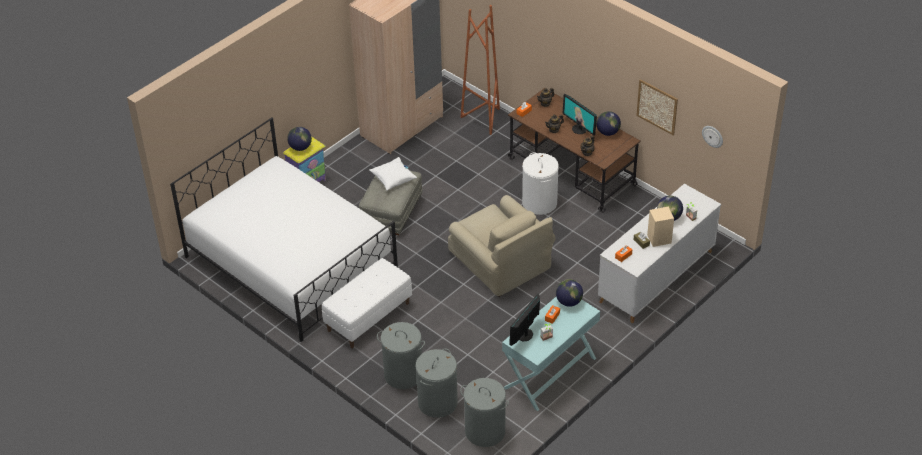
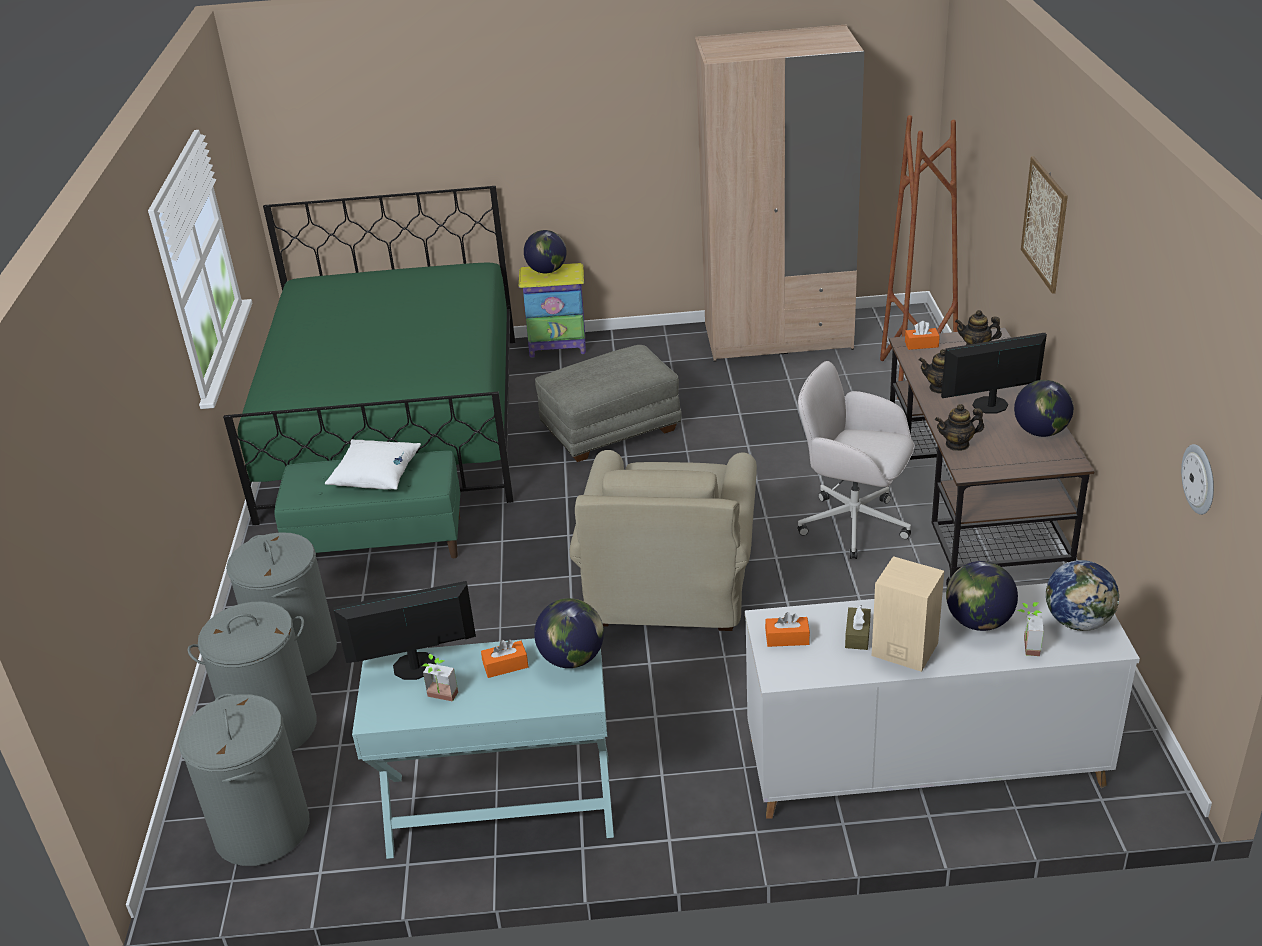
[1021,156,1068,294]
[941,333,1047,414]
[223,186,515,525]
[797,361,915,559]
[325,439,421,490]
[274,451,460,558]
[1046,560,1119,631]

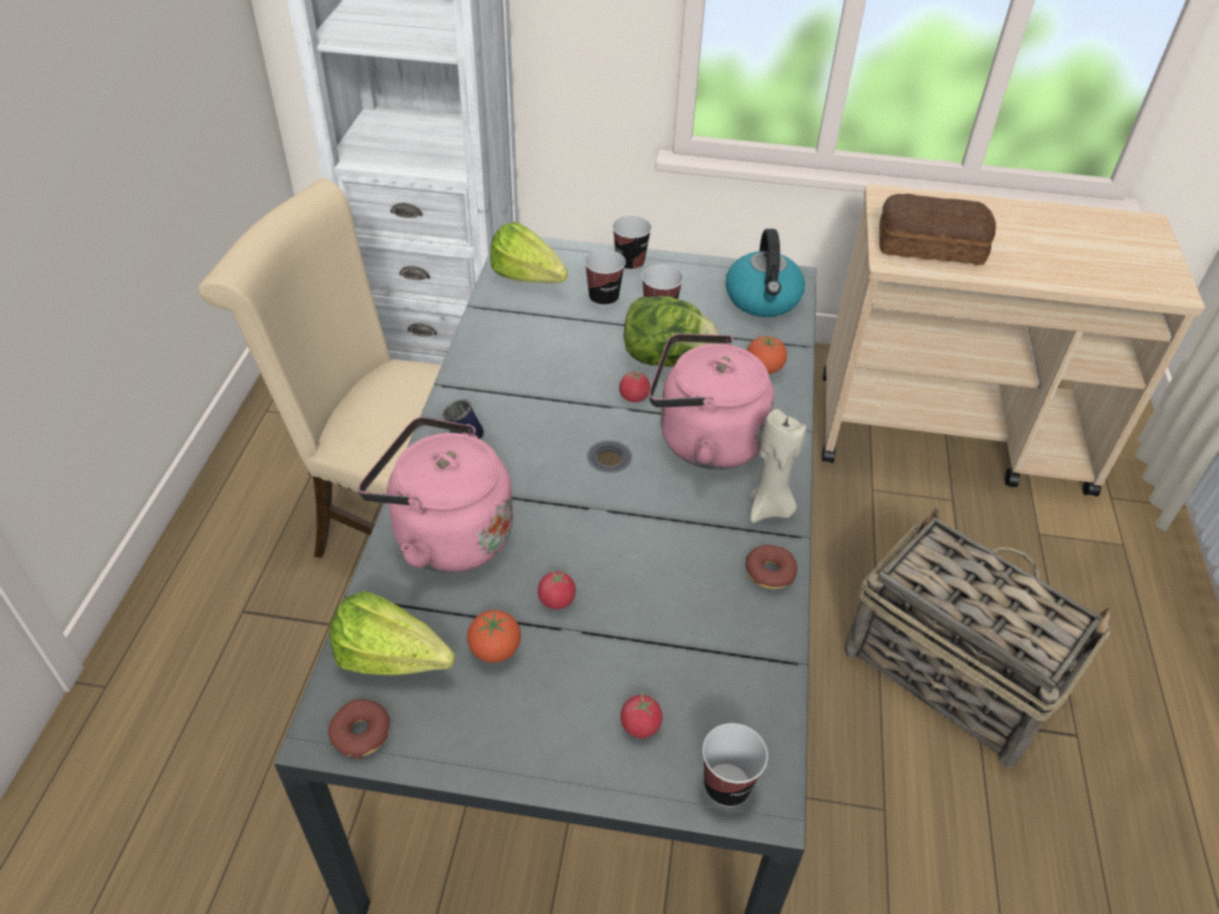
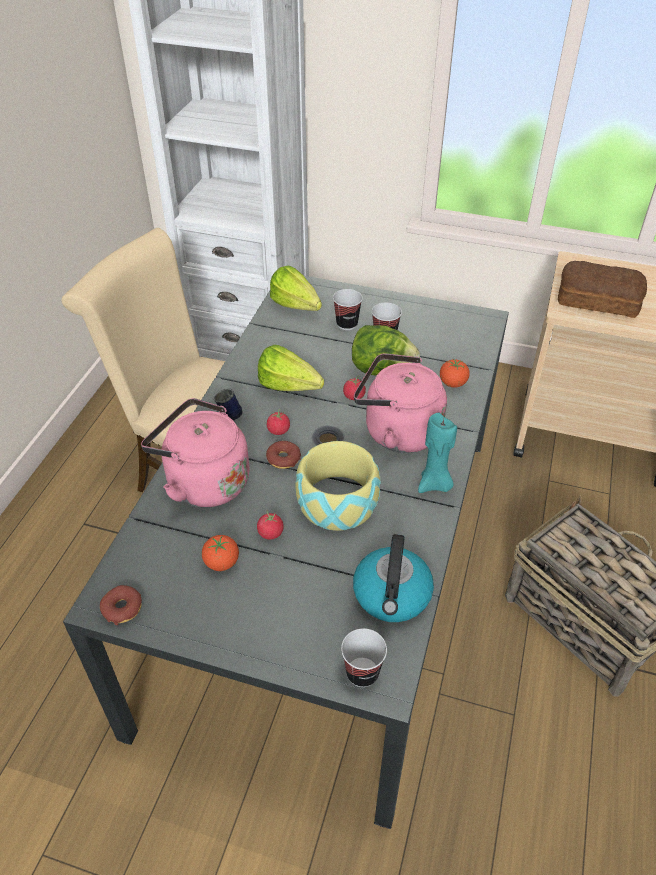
[612,216,652,271] (first image)
[353,534,434,622]
[418,413,457,493]
[266,441,301,469]
[258,345,324,391]
[267,408,290,435]
[295,441,381,531]

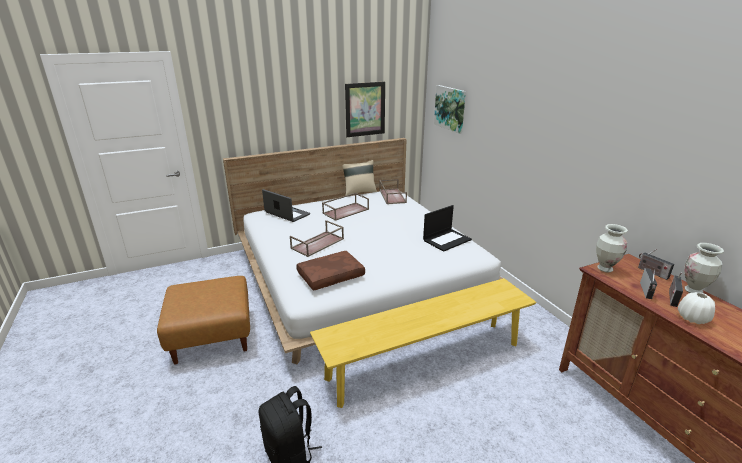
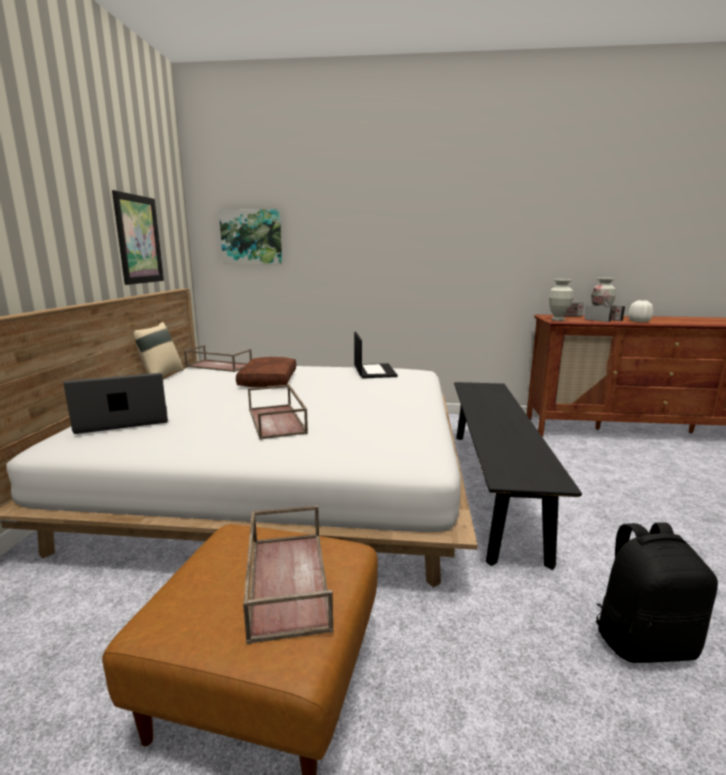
[243,505,334,644]
[236,357,296,387]
[454,382,582,570]

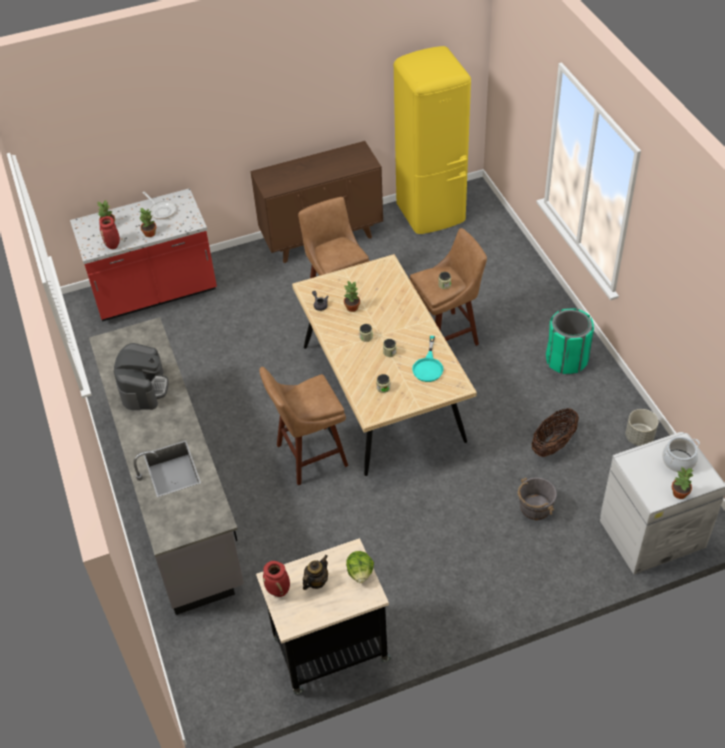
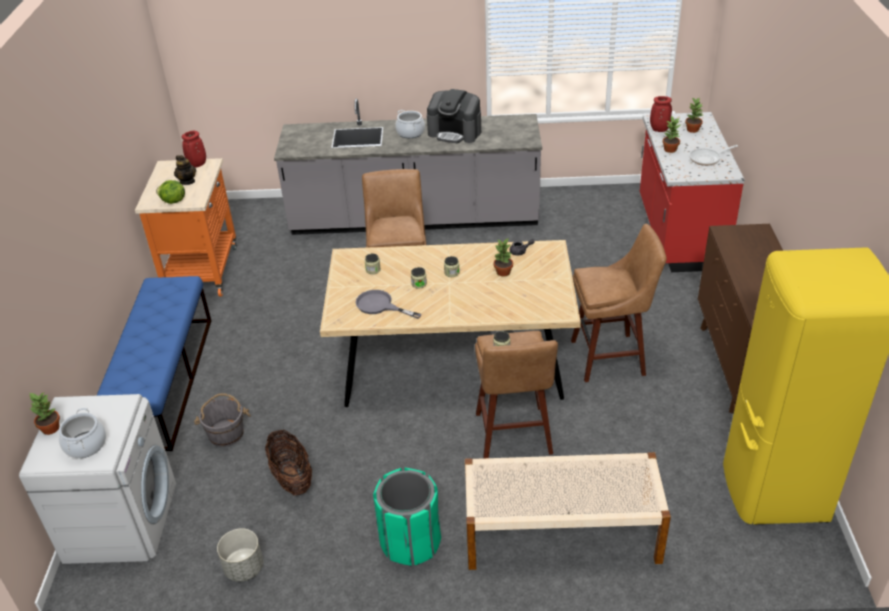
[356,290,421,319]
[135,158,238,297]
[395,110,425,138]
[96,276,211,451]
[465,452,671,570]

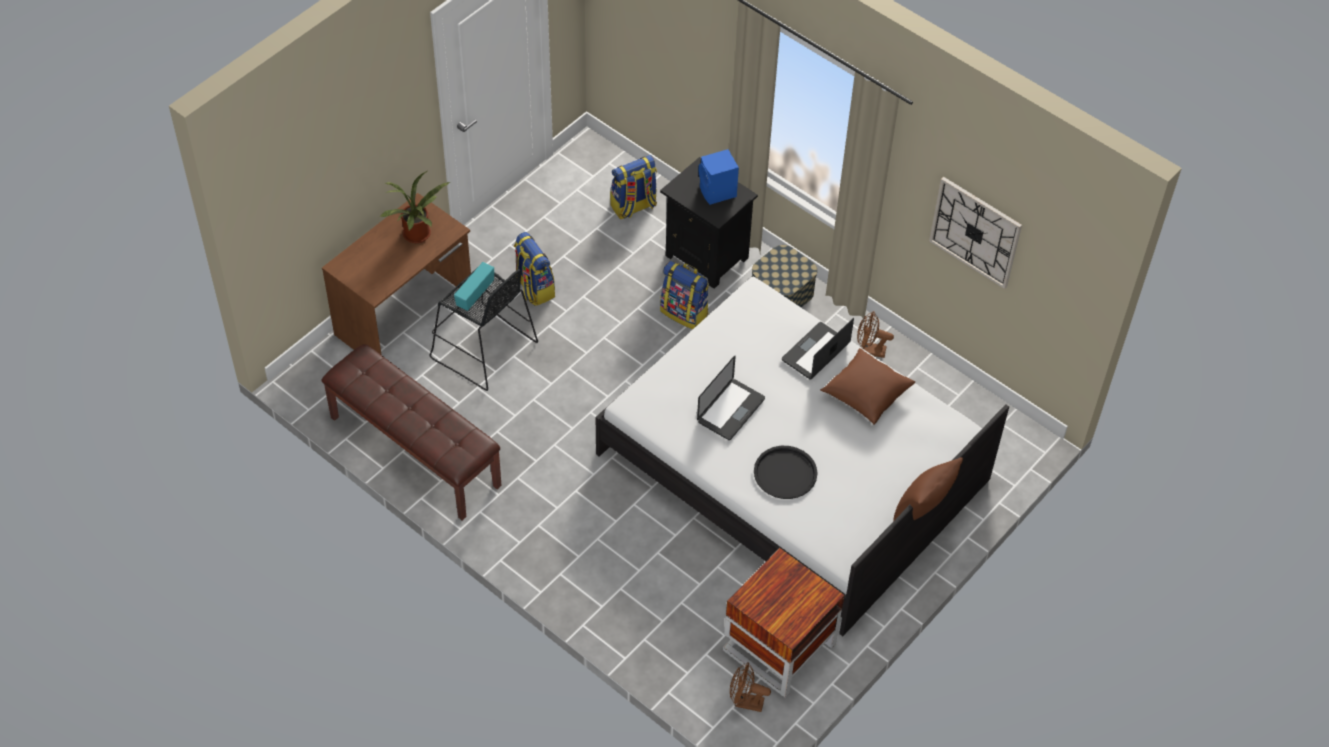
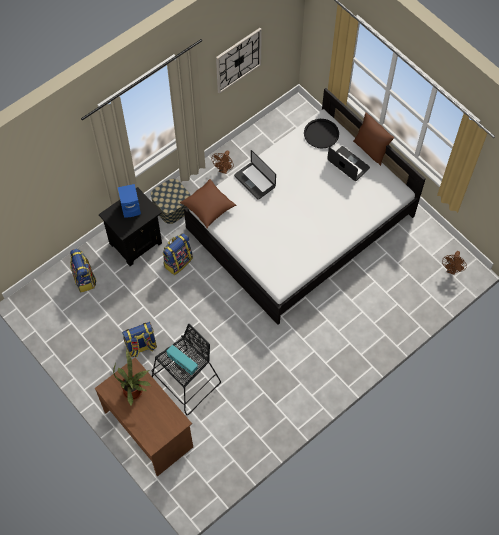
[321,344,501,520] (first image)
[180,179,236,228]
[327,146,370,181]
[304,119,339,148]
[723,548,844,698] (first image)

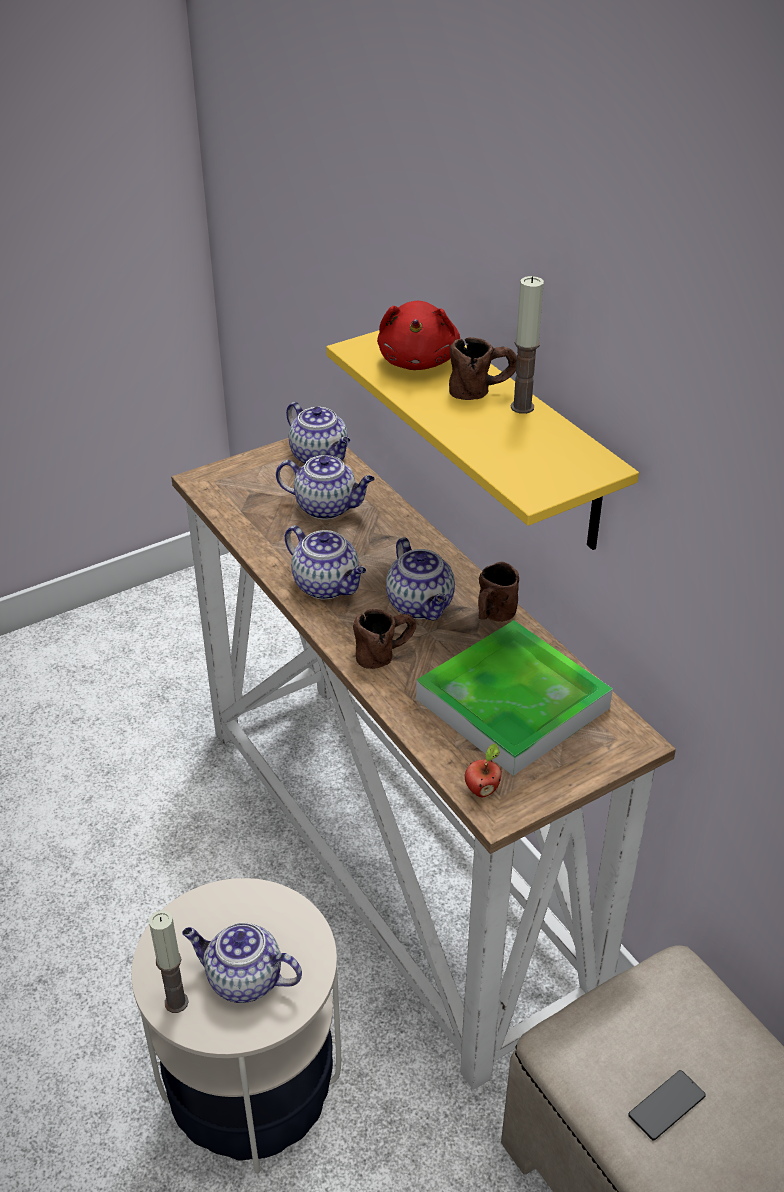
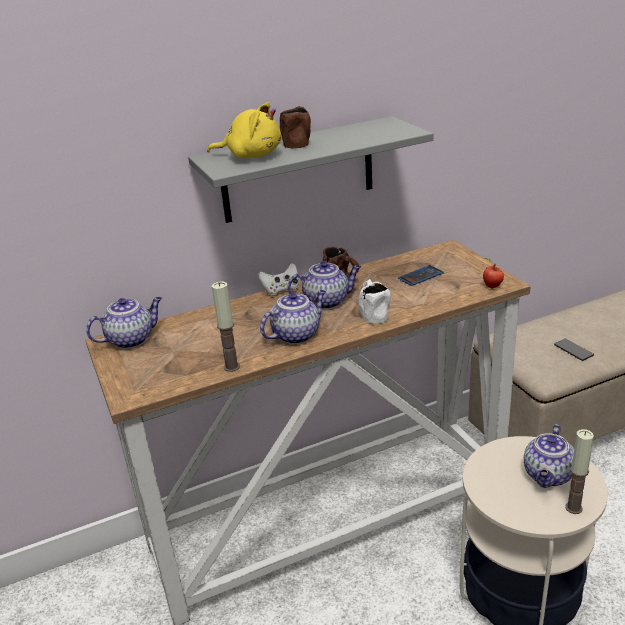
[212,281,240,372]
[207,102,282,158]
[188,116,433,223]
[276,455,375,520] (first image)
[358,279,391,324]
[398,265,444,286]
[258,263,299,296]

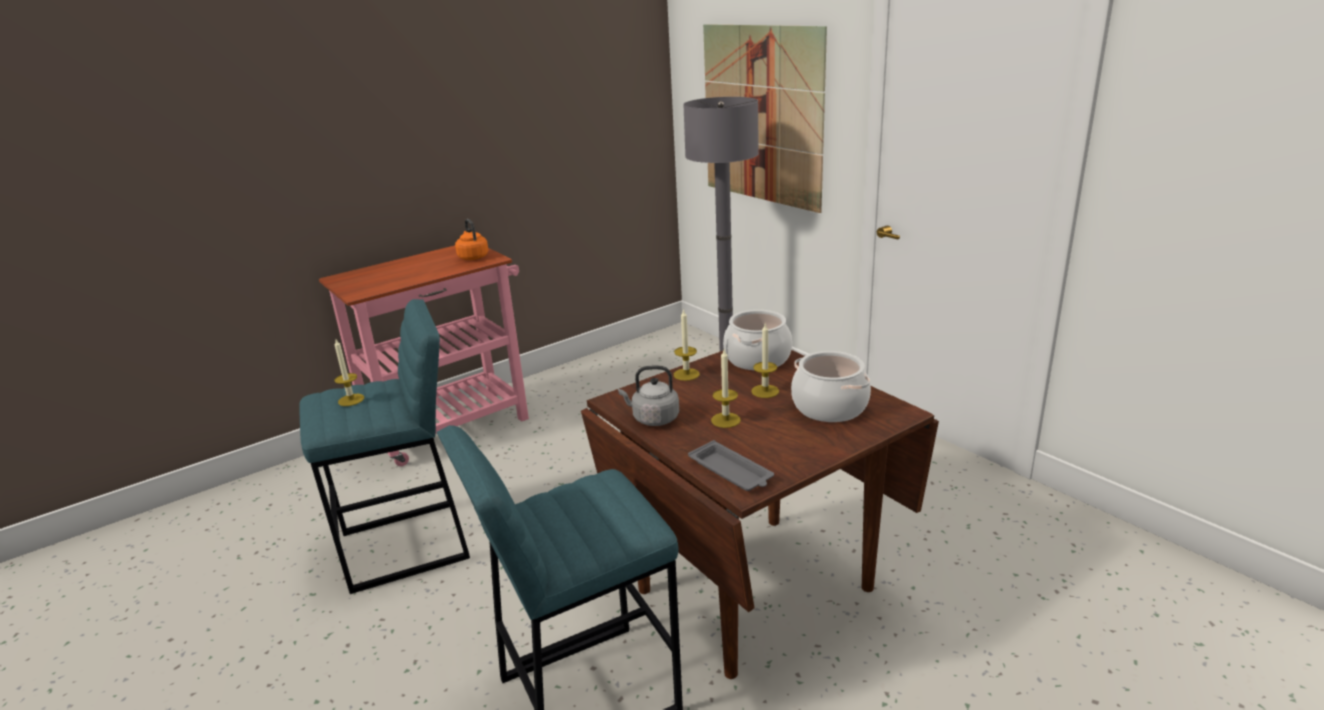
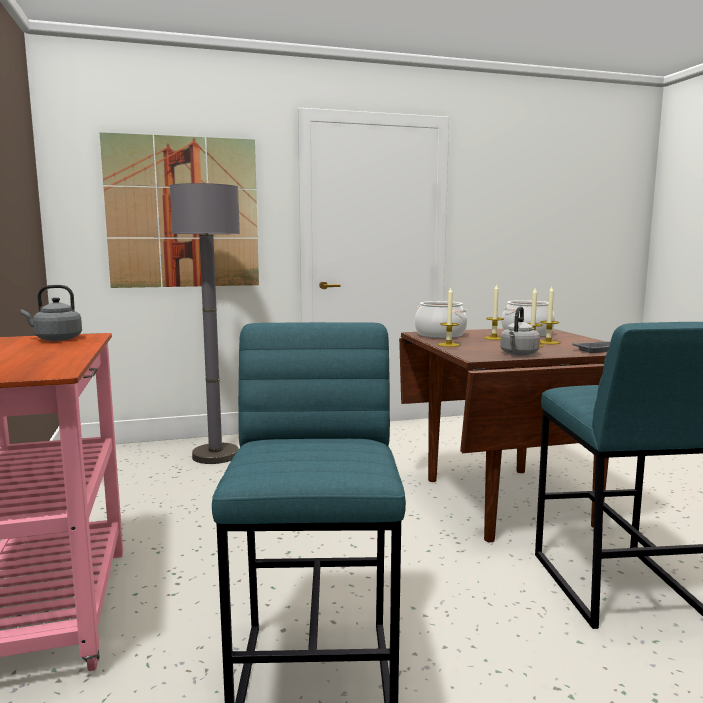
[21,285,82,341]
[540,287,560,344]

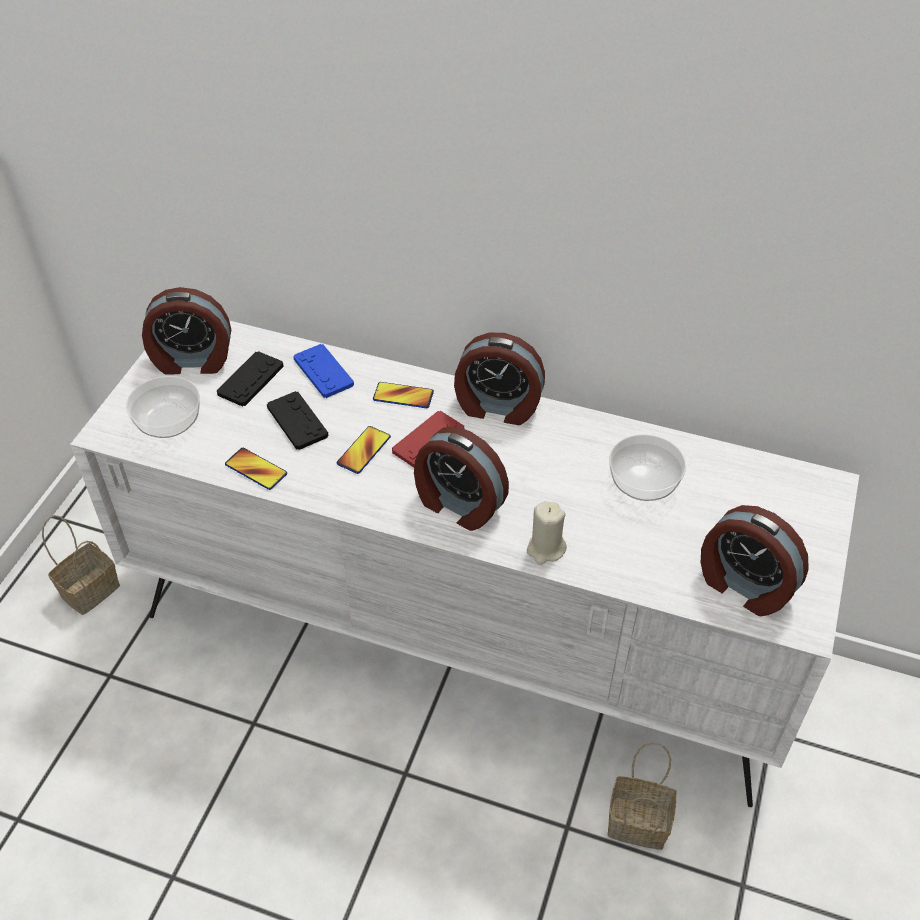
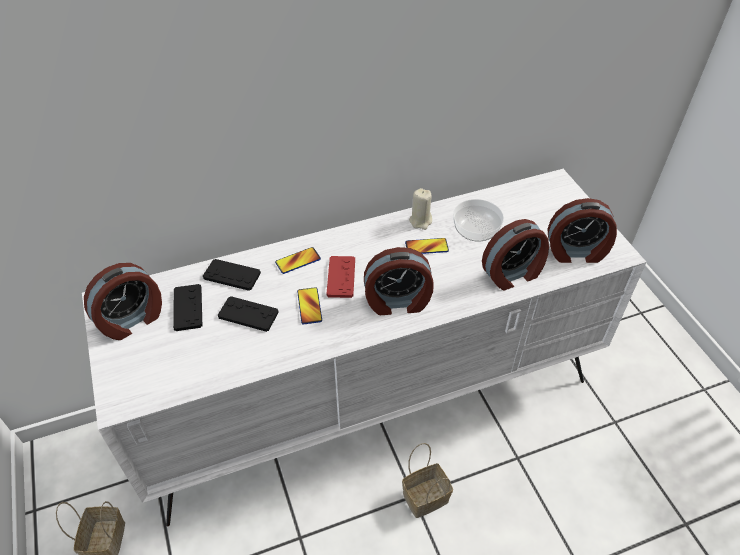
[482,219,549,290]
[203,259,261,291]
[126,376,200,438] (first image)
[405,238,449,254]
[409,188,432,230]
[402,443,453,518]

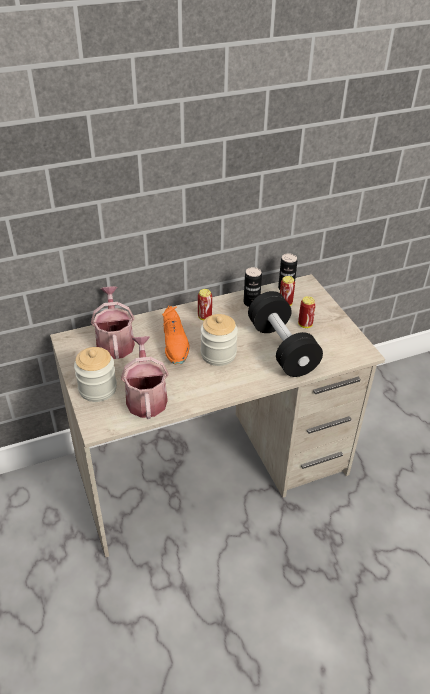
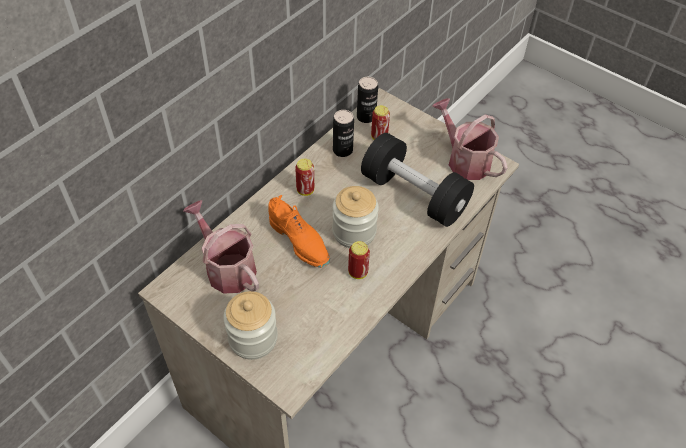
[348,241,370,279]
[432,98,508,180]

